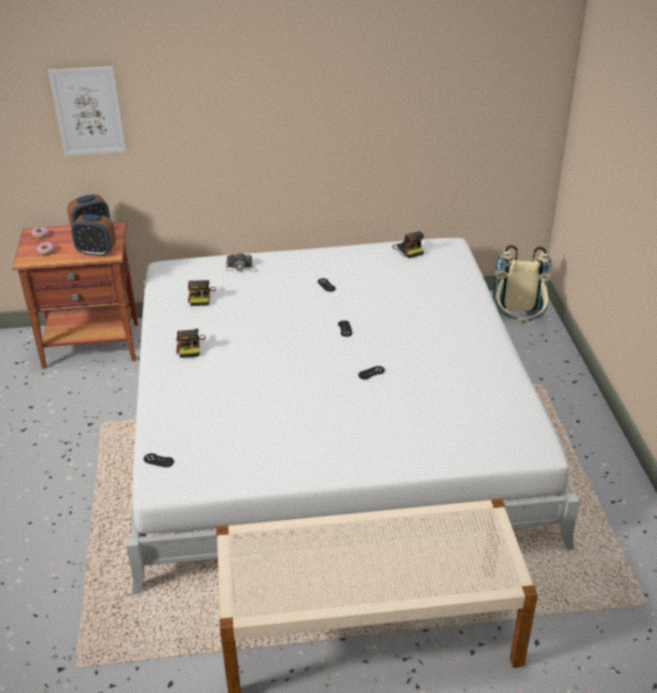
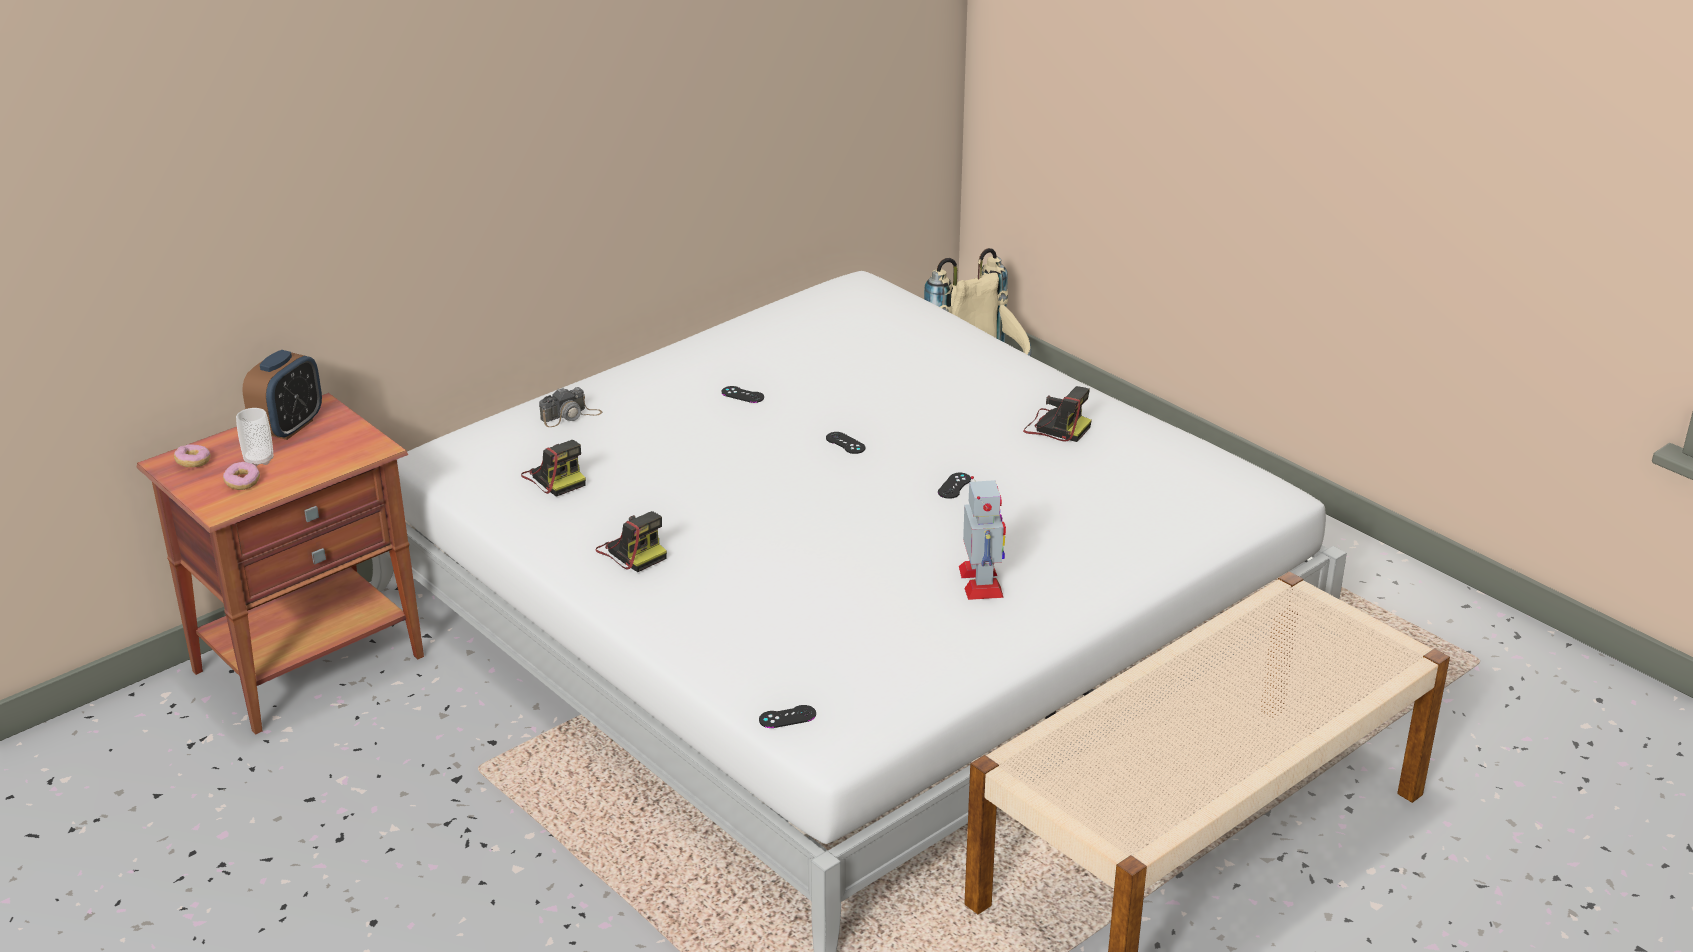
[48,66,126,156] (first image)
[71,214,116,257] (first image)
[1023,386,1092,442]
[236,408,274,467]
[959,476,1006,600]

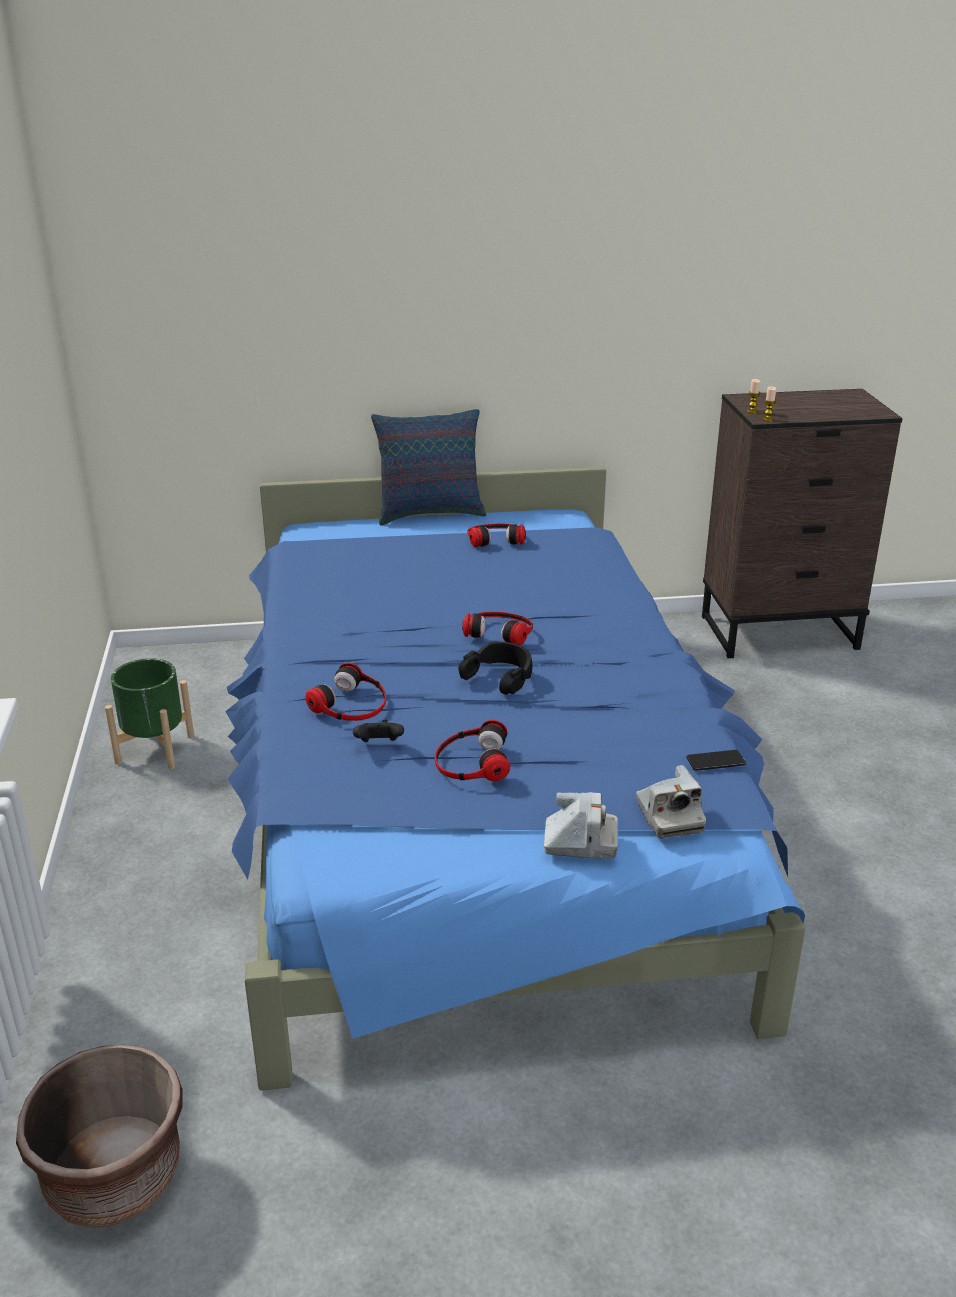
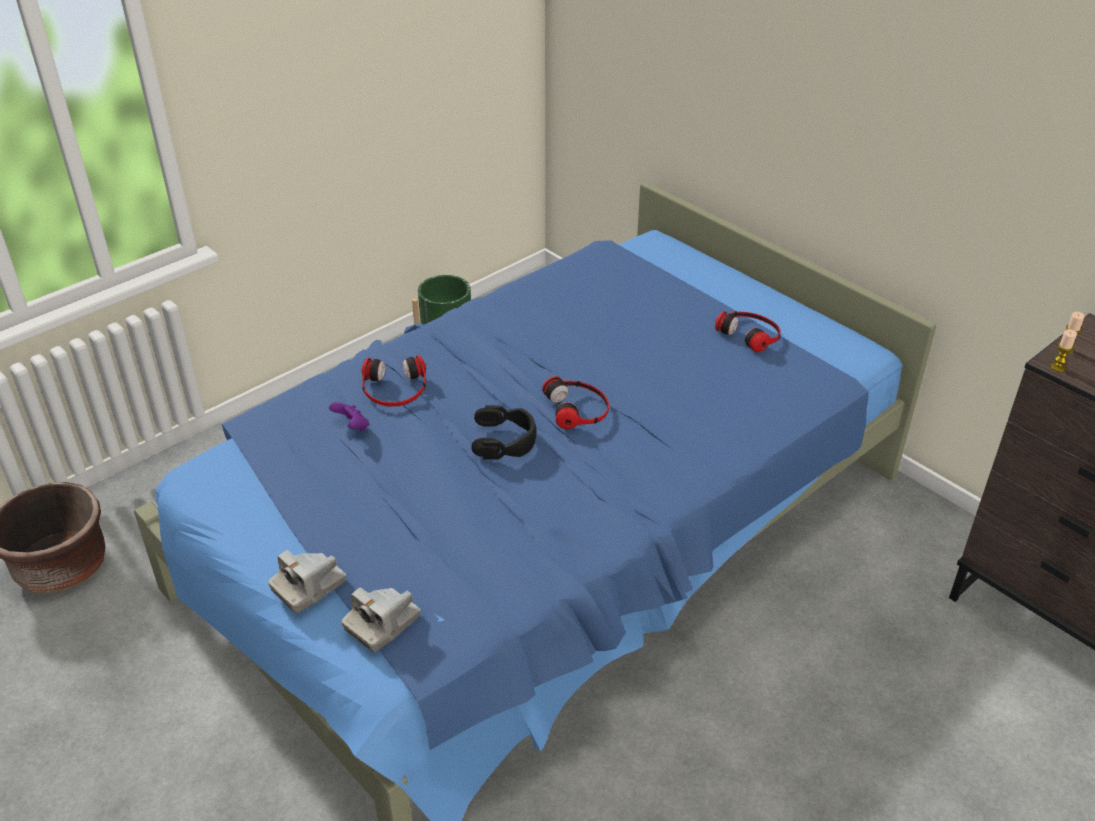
[371,409,486,525] (first image)
[329,402,369,431]
[435,720,510,781] (first image)
[686,750,746,771] (first image)
[268,550,346,613]

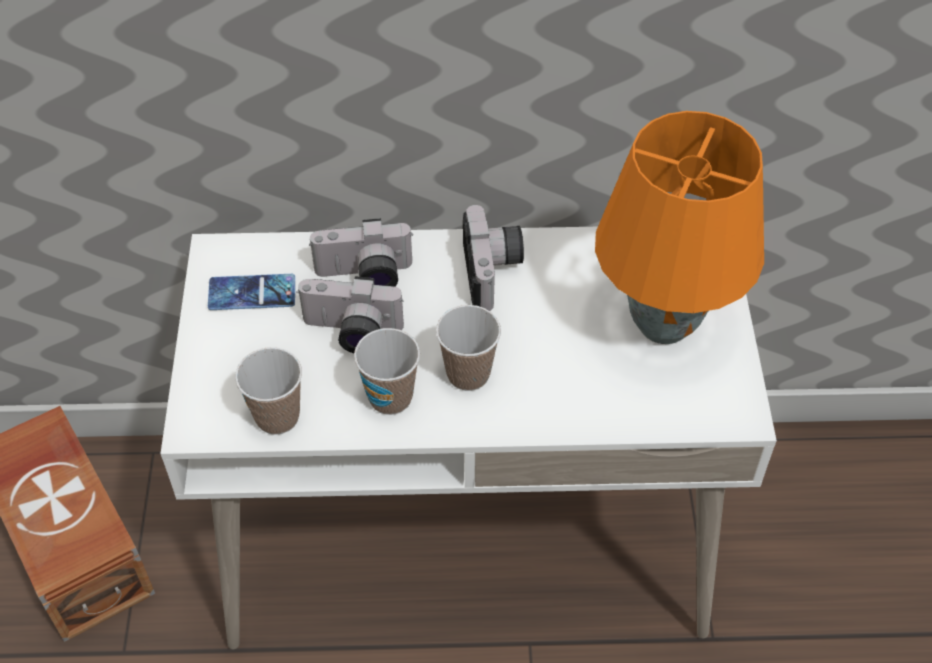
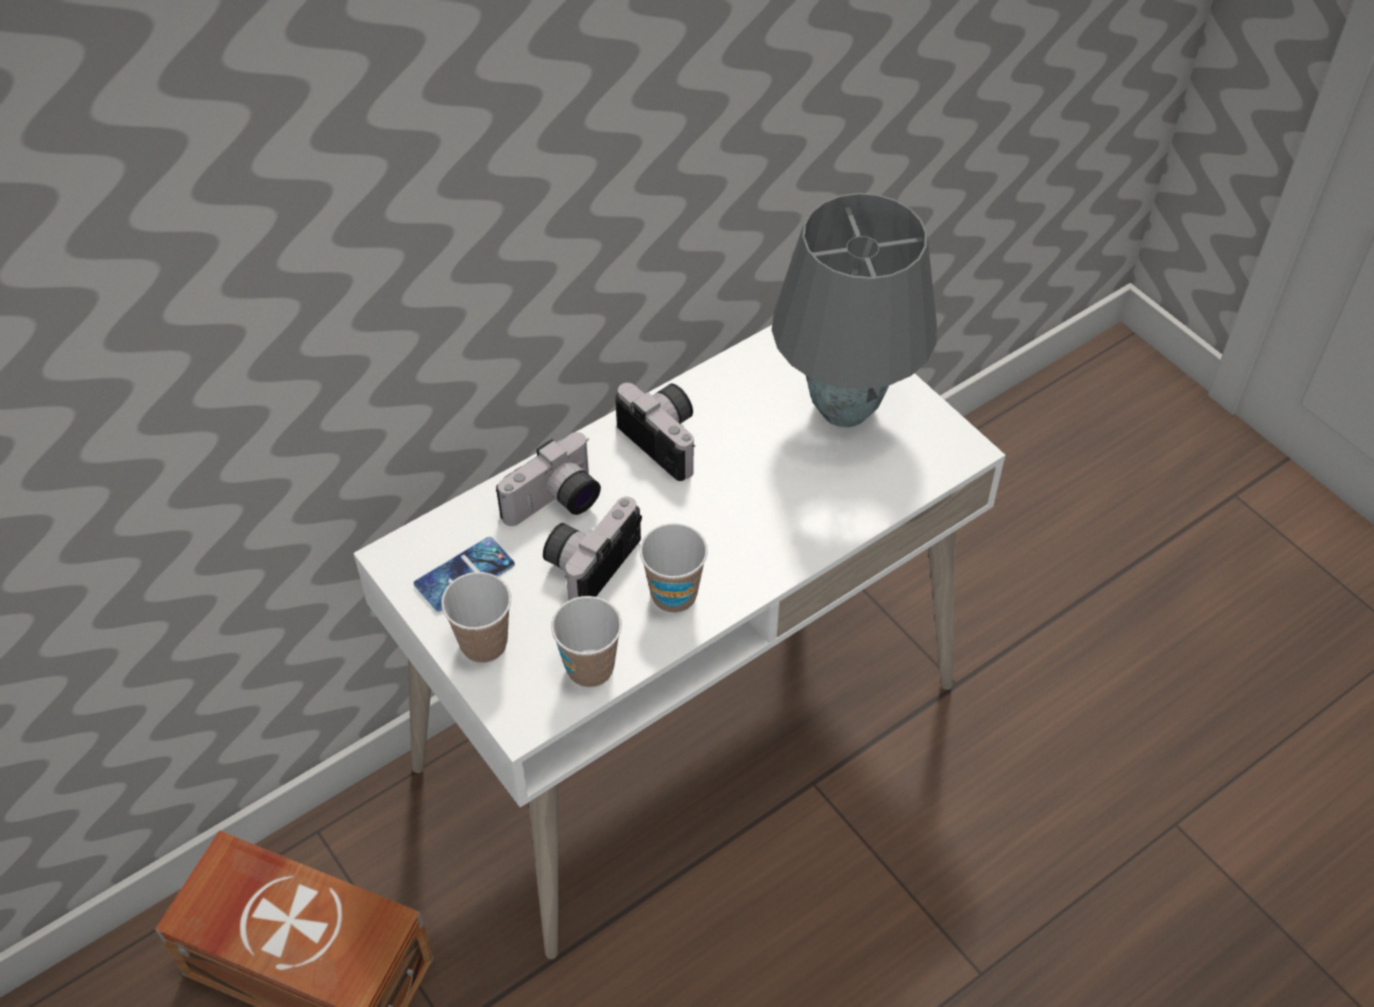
[772,193,937,427]
[543,497,642,600]
[441,572,511,663]

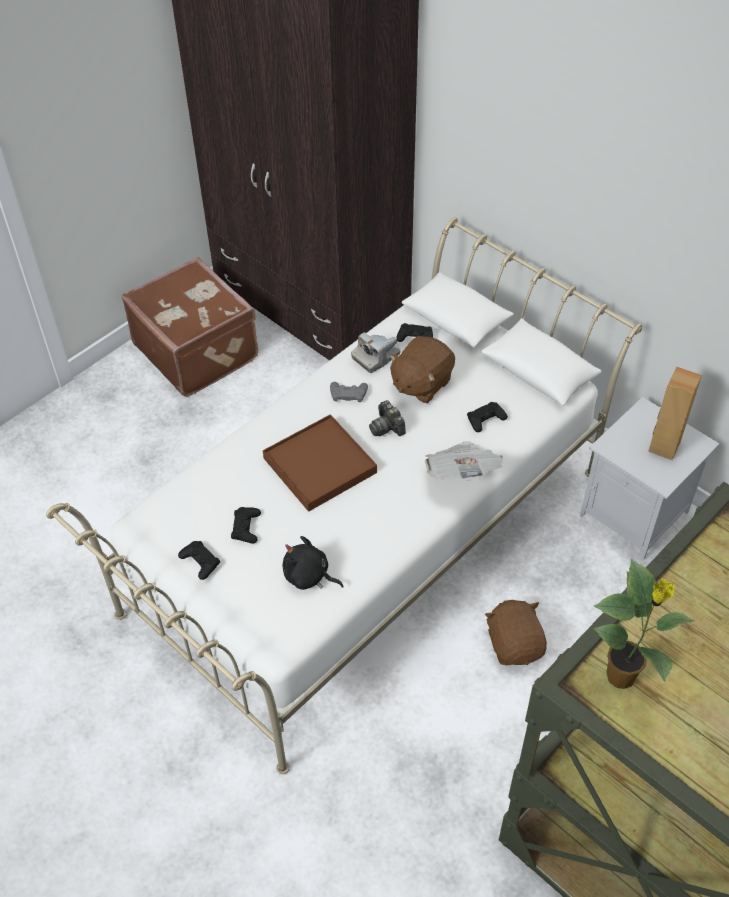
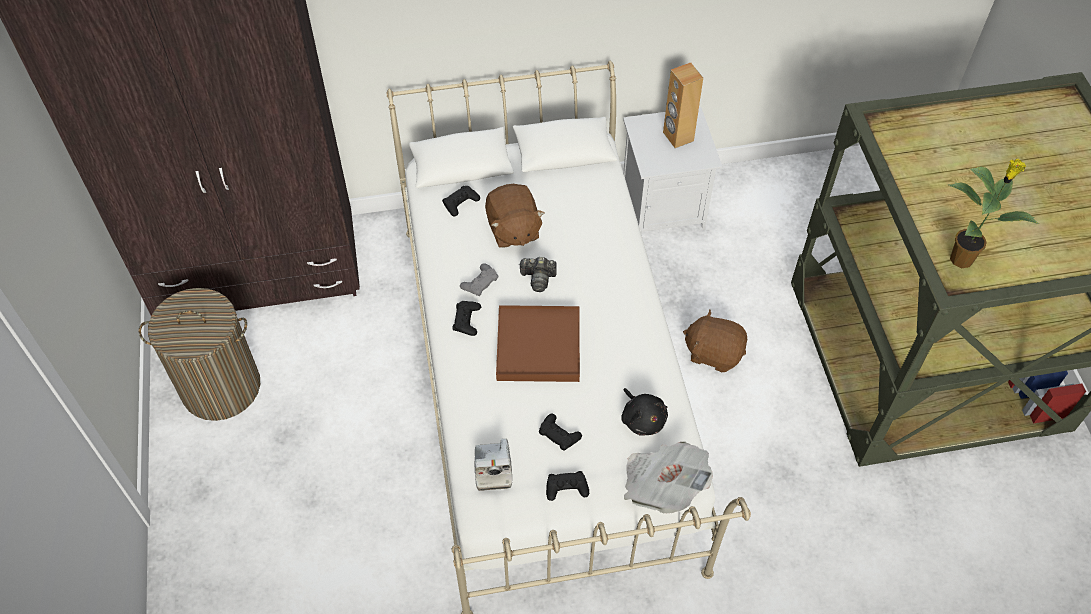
[139,288,260,421]
[475,438,512,491]
[453,301,481,336]
[624,441,713,513]
[621,388,668,436]

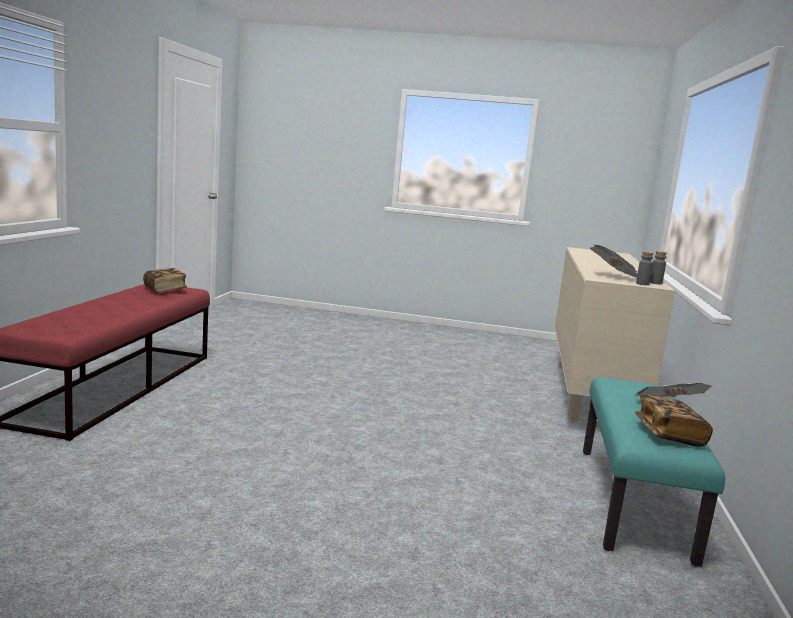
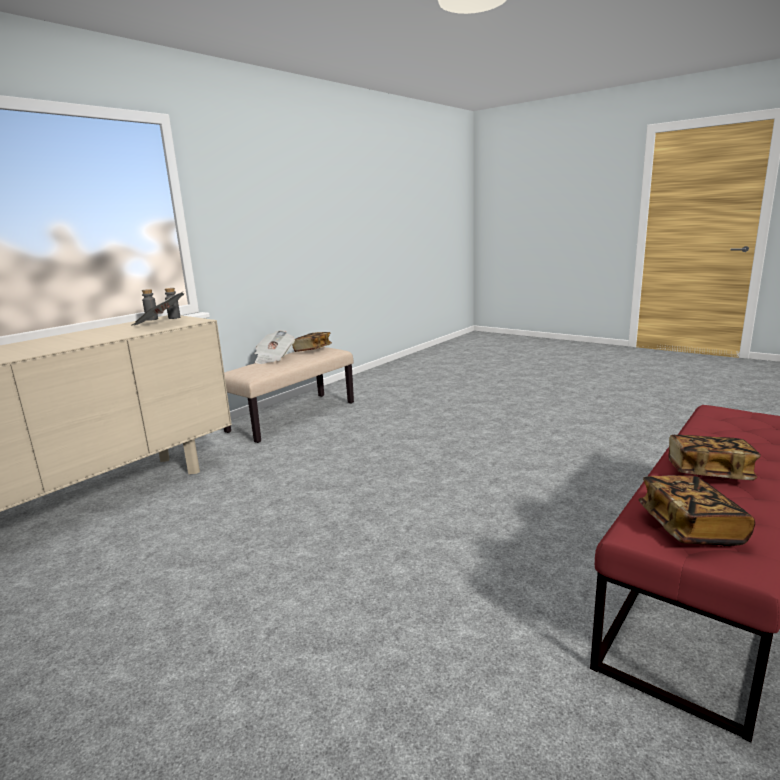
[224,347,354,443]
[668,435,761,480]

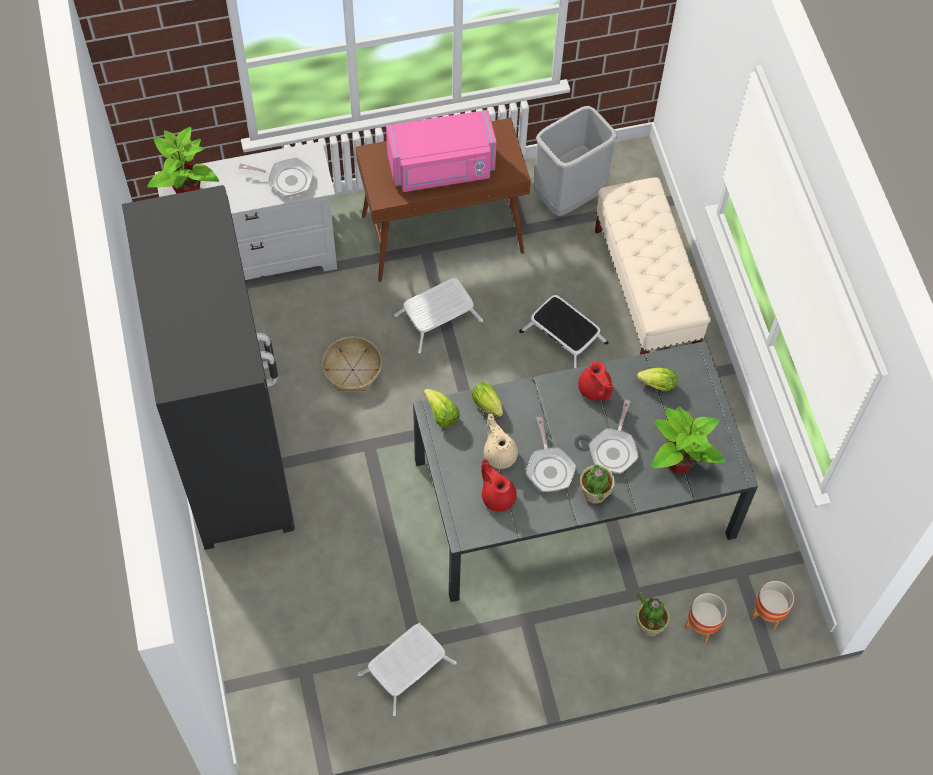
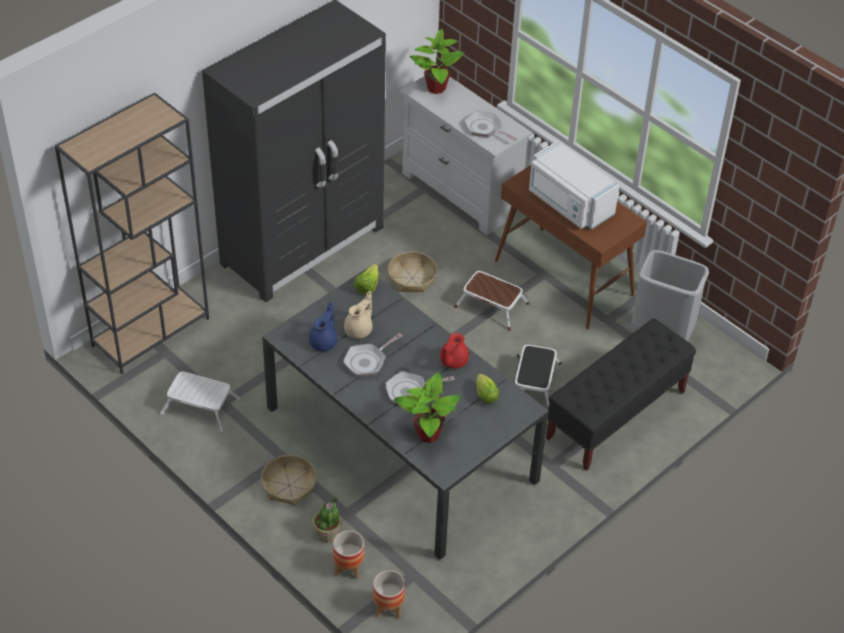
[529,141,619,230]
[465,111,517,141]
[546,319,696,471]
[454,271,529,331]
[472,382,503,417] (first image)
[309,302,338,351]
[580,465,614,504] (first image)
[55,93,209,374]
[261,455,317,506]

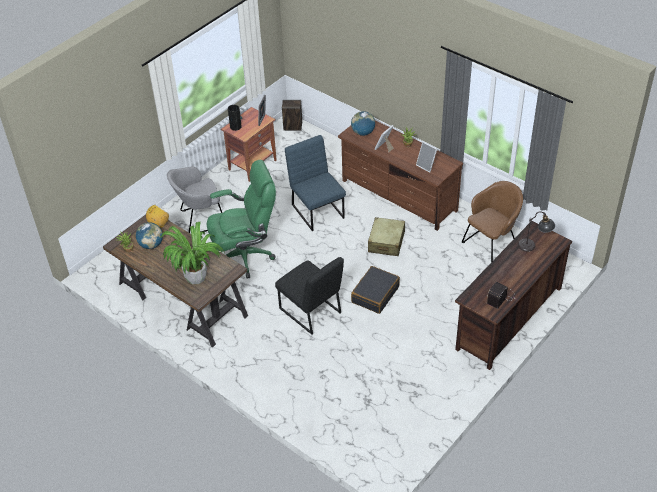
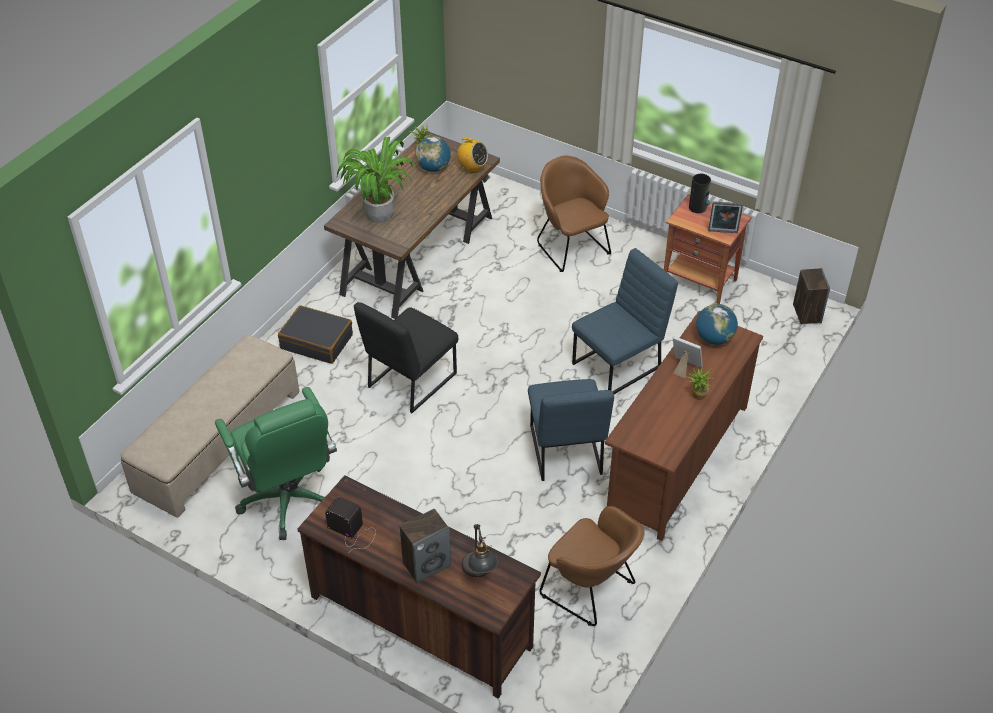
[416,141,437,173] (first image)
[215,387,337,540]
[537,156,611,272]
[528,379,614,481]
[278,305,353,364]
[121,335,299,518]
[400,509,451,583]

